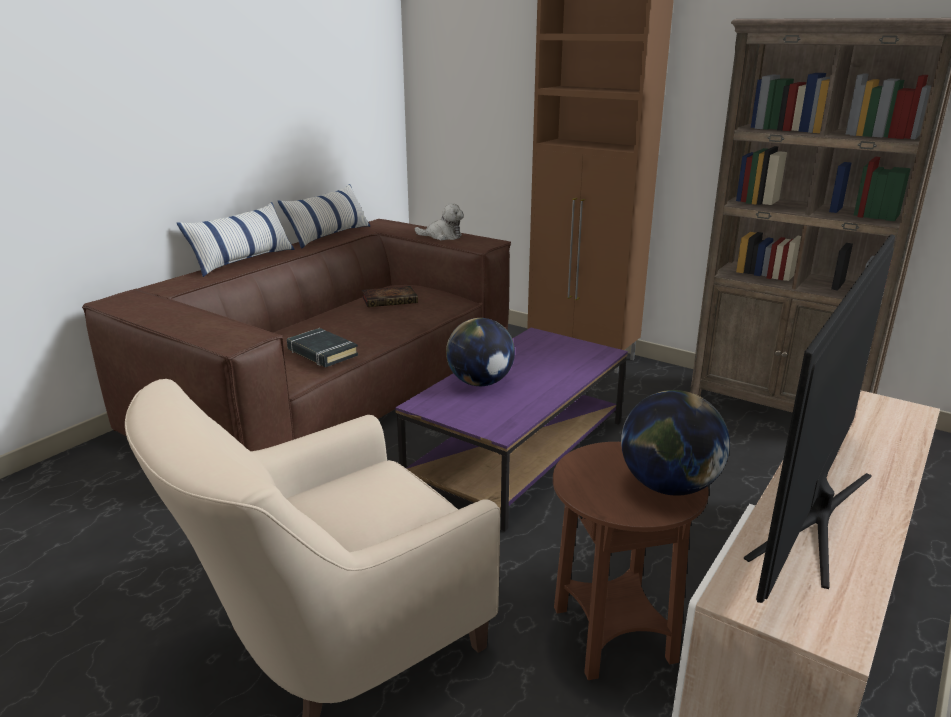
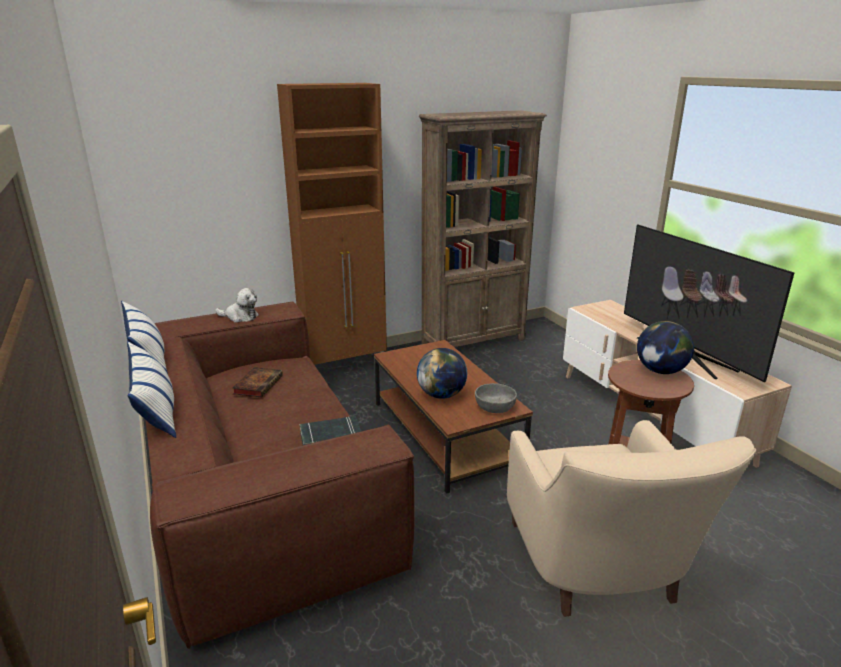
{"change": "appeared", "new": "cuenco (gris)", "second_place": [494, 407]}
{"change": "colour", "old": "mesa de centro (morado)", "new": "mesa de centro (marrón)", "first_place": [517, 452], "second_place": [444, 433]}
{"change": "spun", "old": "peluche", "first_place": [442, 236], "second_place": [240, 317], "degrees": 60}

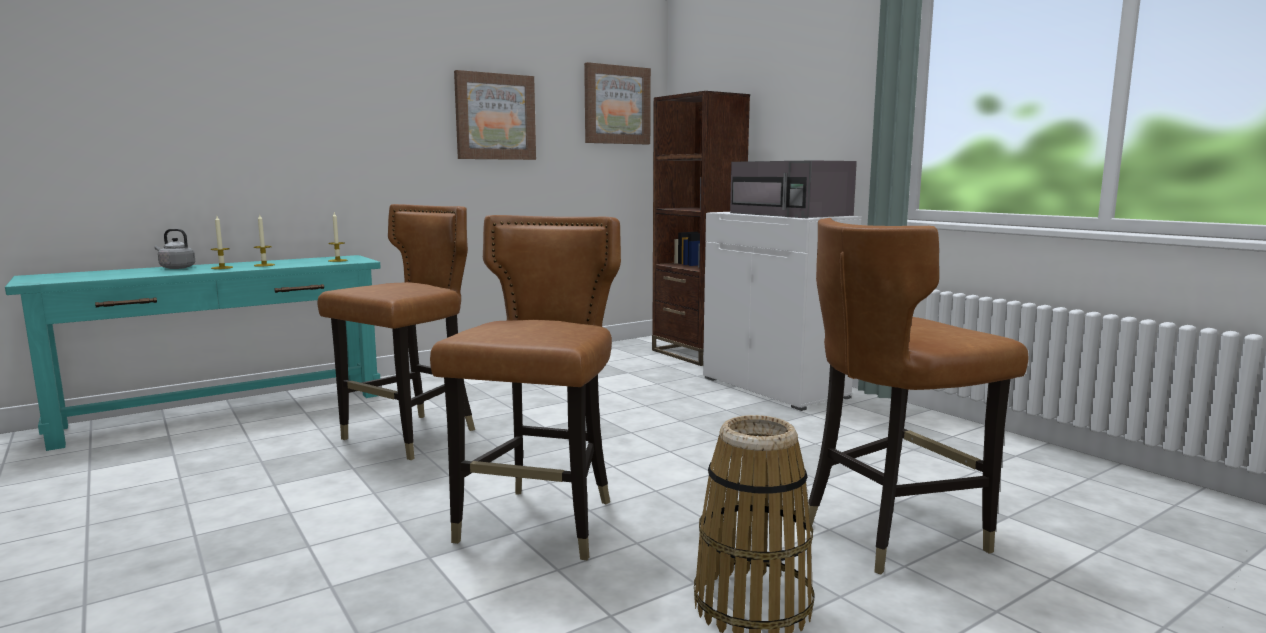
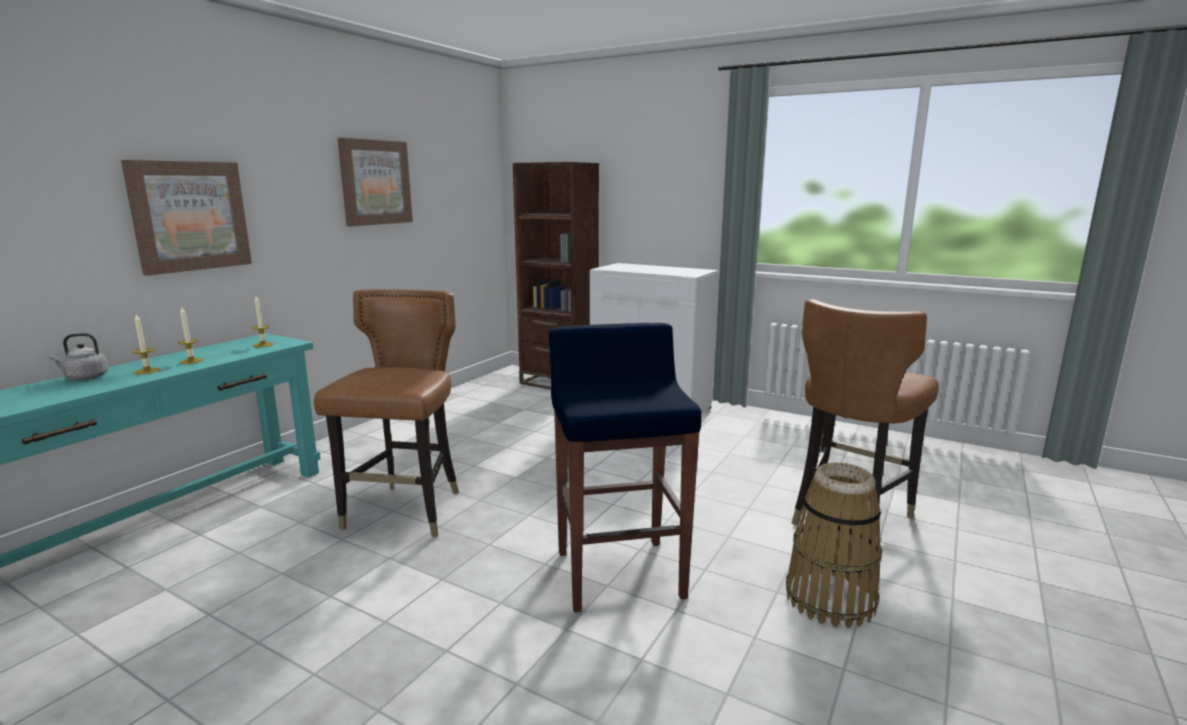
{"change": "missing", "old": "microondas (gris)", "first_place": [791, 214]}
{"change": "relocated", "old": "cuadro", "first_place": [616, 105], "second_place": [189, 216]}
{"change": "exchanged", "old": "silla (marrón)", "new": "taburete (azul)", "first_place": [541, 525], "second_place": [619, 573]}

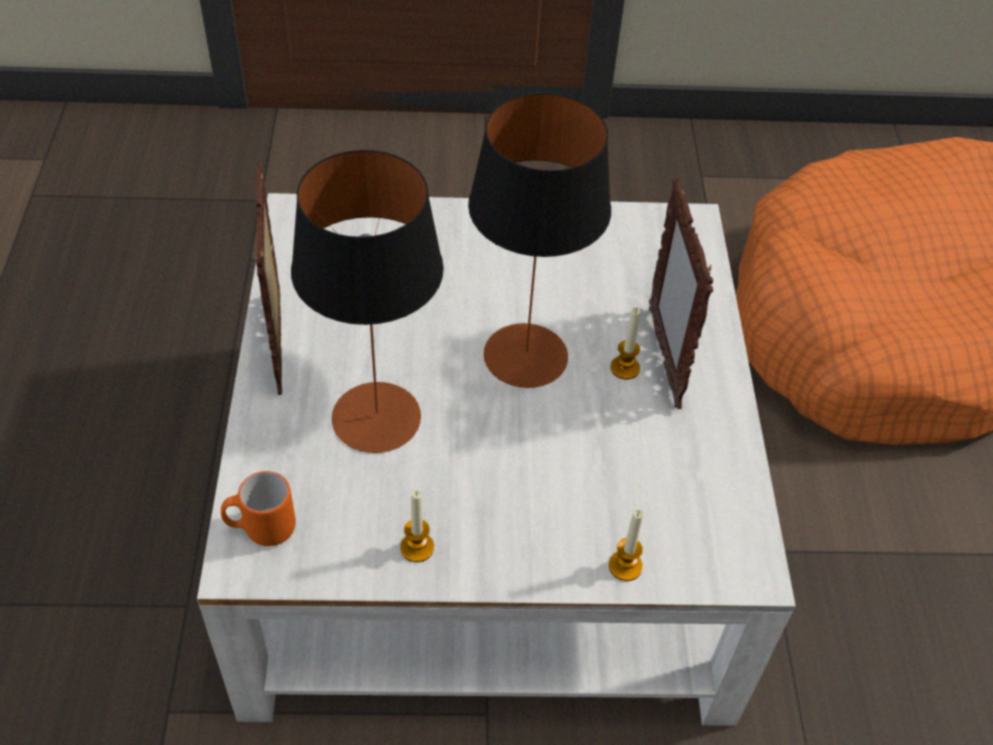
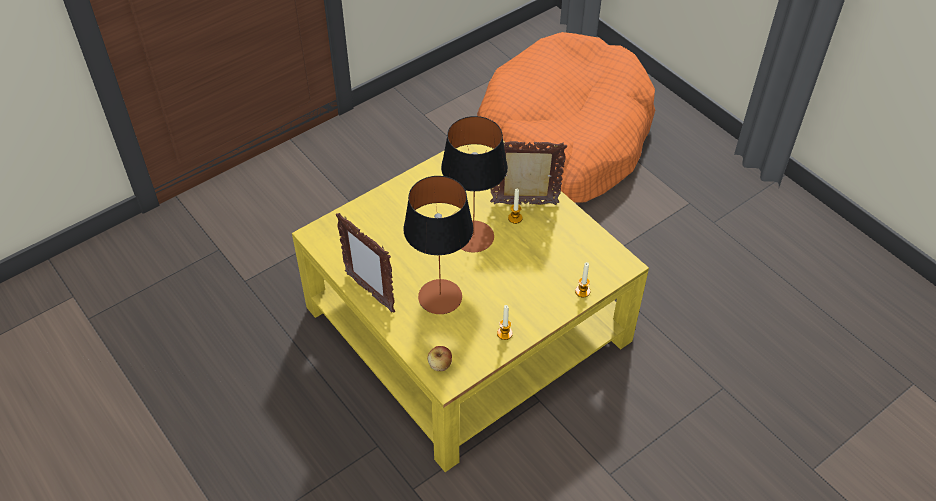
{"change": "exchanged", "old": "taza grande (naranja)", "new": "manzana", "first_place": [261, 528], "second_place": [440, 365]}
{"change": "colour", "old": "mesa de centro (blanco)", "new": "mesa de centro (amarillo)", "first_place": [487, 512], "second_place": [467, 324]}
{"change": "spun", "old": "portarretratos", "first_place": [664, 356], "second_place": [525, 204], "degrees": 135}

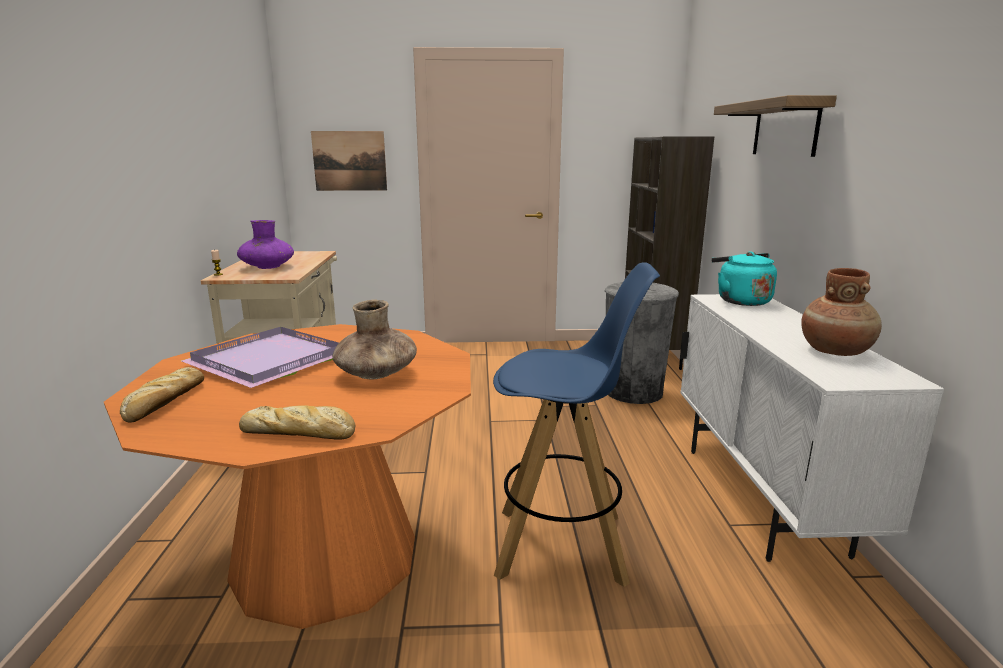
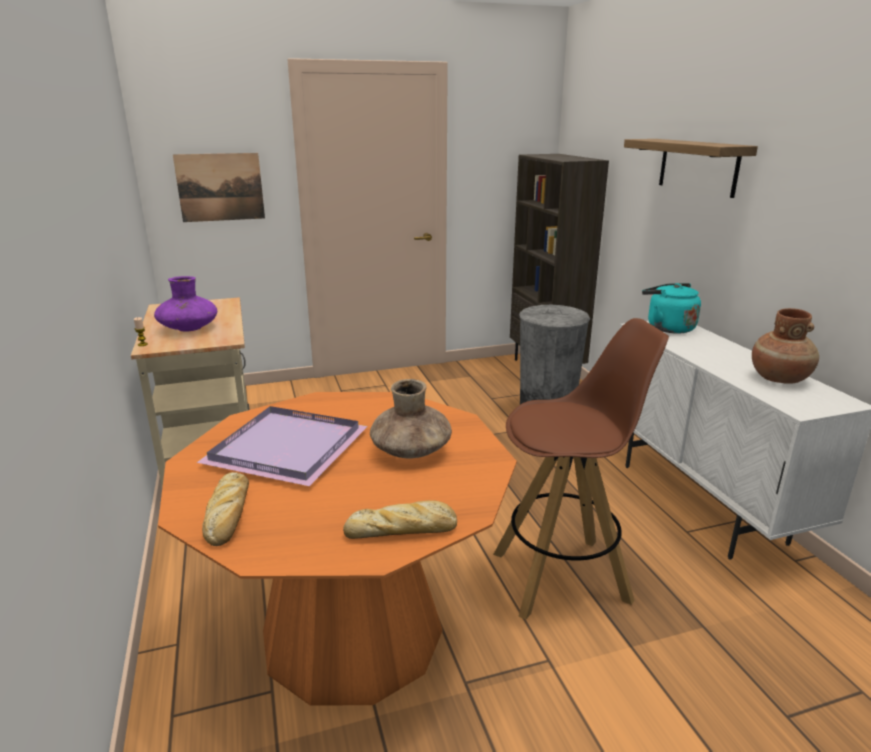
{"change": "colour", "old": "taburete (azul)", "new": "taburete (marrón)", "first_place": [563, 545], "second_place": [562, 576]}

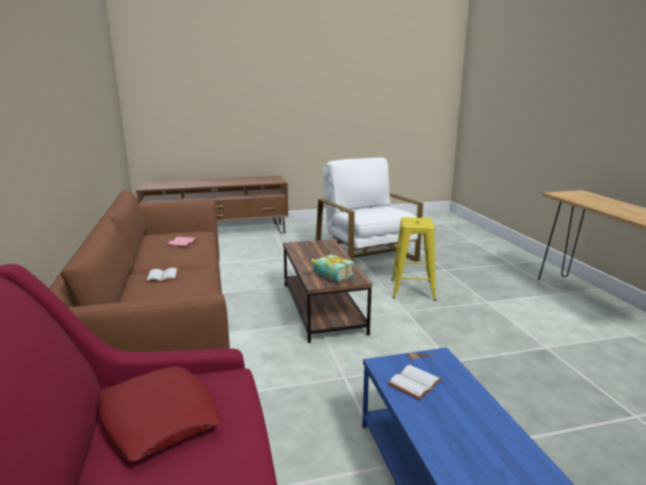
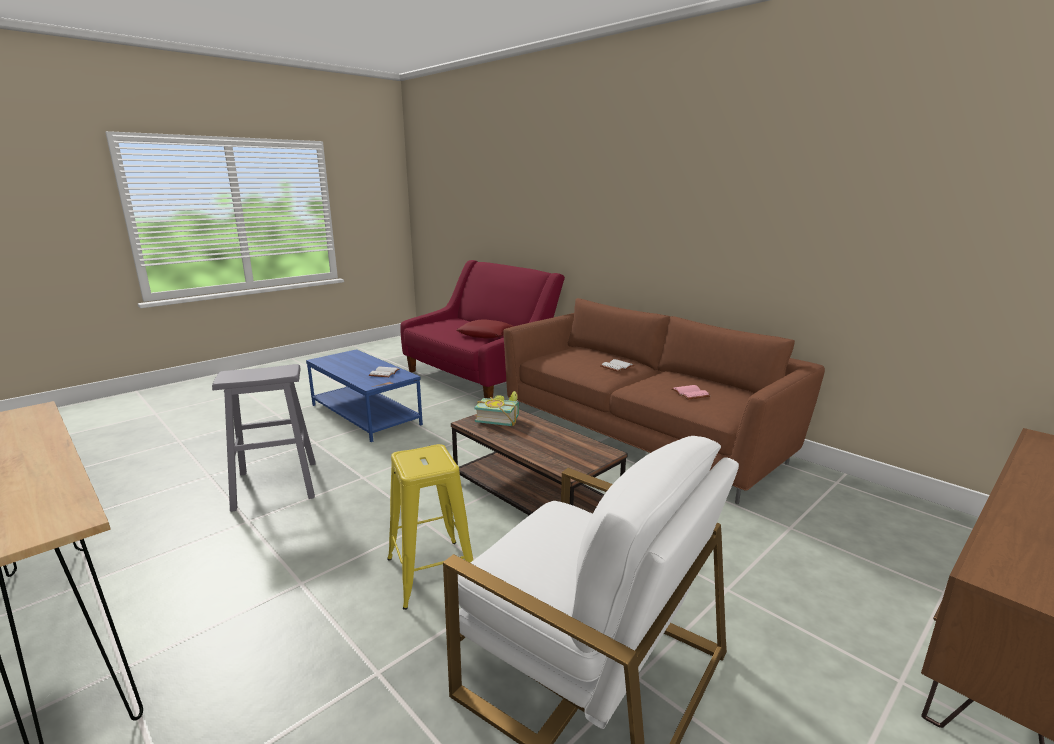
{"change": "appeared", "new": "taburete (gris)", "second_place": [276, 485]}

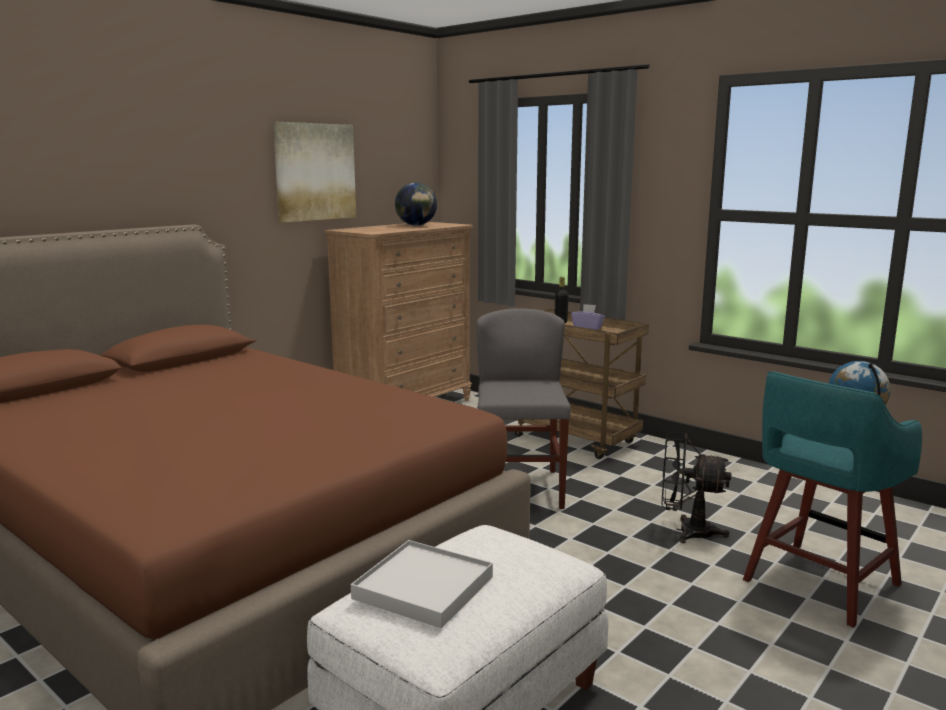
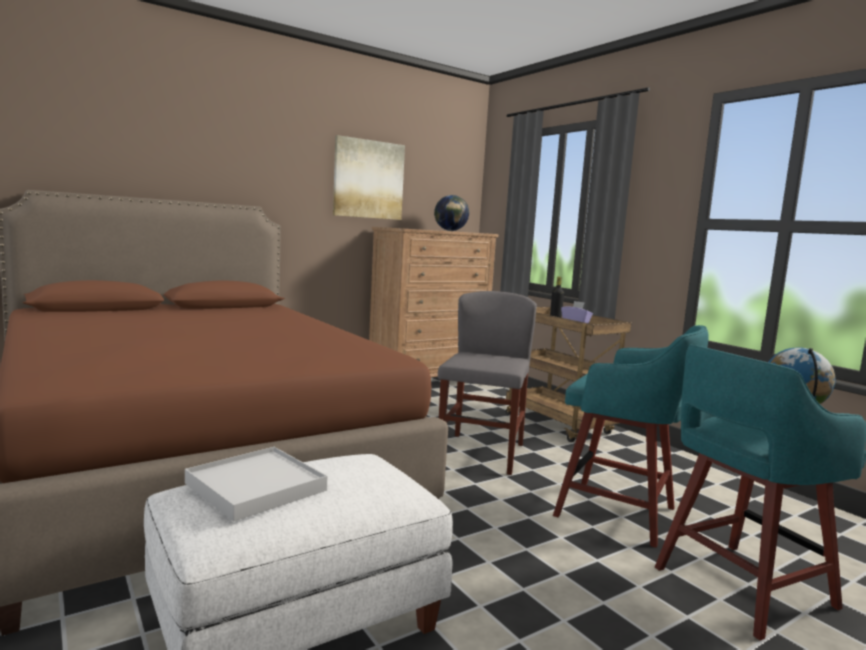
{"change": "exchanged", "old": "ventilador (negro)", "new": "taburete (turquesa)", "first_place": [686, 531], "second_place": [620, 513]}

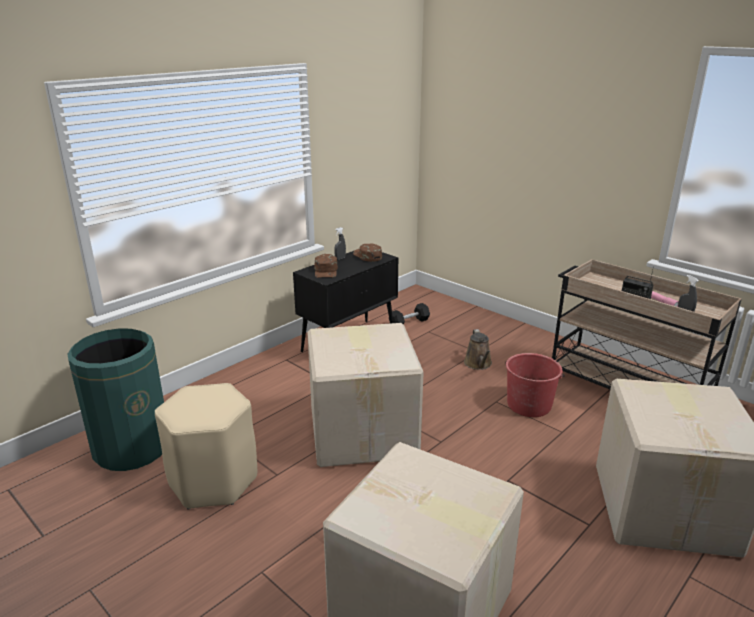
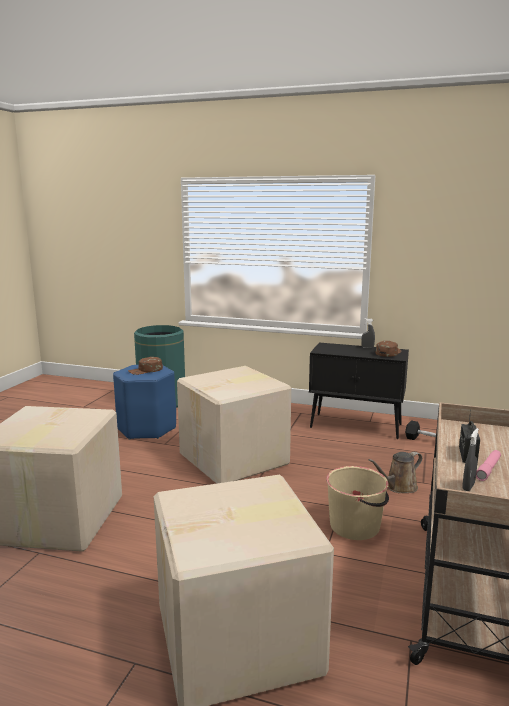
{"change": "relocated", "old": "gorra (marrón)", "first_place": [326, 271], "second_place": [145, 370]}
{"change": "colour", "old": "taburete (beis)", "new": "taburete (azul)", "first_place": [214, 481], "second_place": [147, 429]}
{"change": "colour", "old": "cubo (rojo)", "new": "cubo (beis)", "first_place": [529, 404], "second_place": [355, 526]}

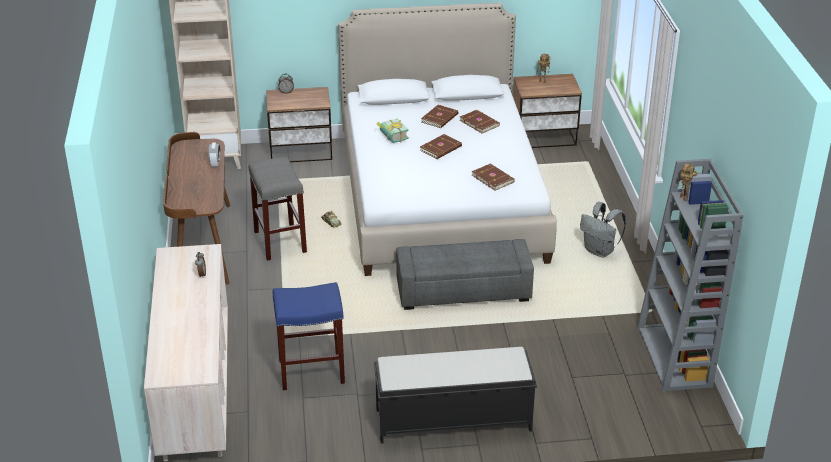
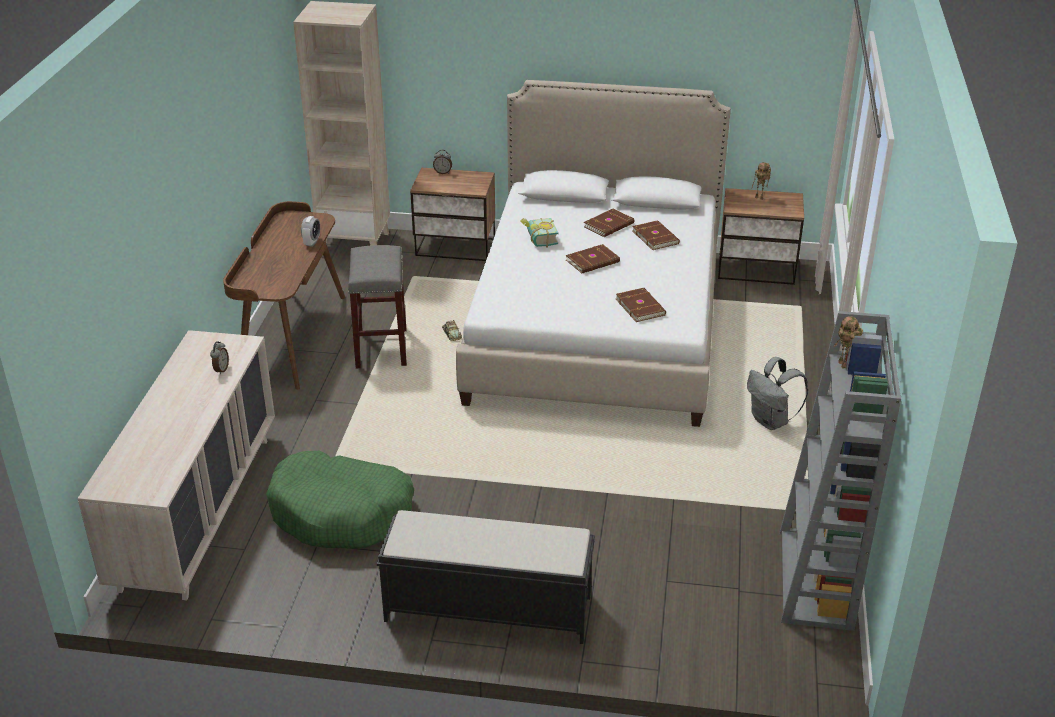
{"change": "missing", "old": "puf (gris)", "first_place": [463, 291]}
{"change": "exchanged", "old": "taburete (azul)", "new": "cama para perro (verde)", "first_place": [310, 372], "second_place": [342, 513]}

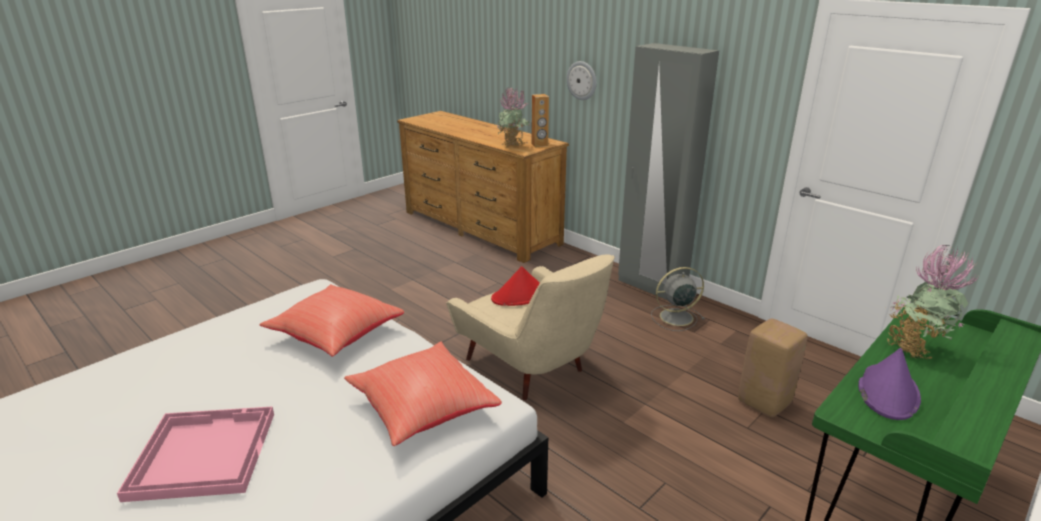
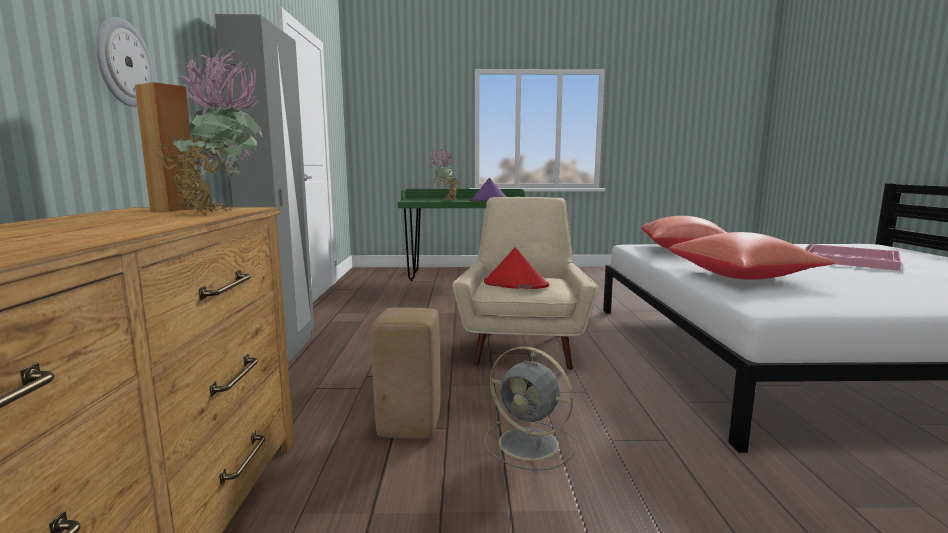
{"change": "relocated", "old": "ventilador (gris)", "first_place": [675, 317], "second_place": [531, 444]}
{"change": "relocated", "old": "taburete (beis)", "first_place": [763, 402], "second_place": [408, 427]}

